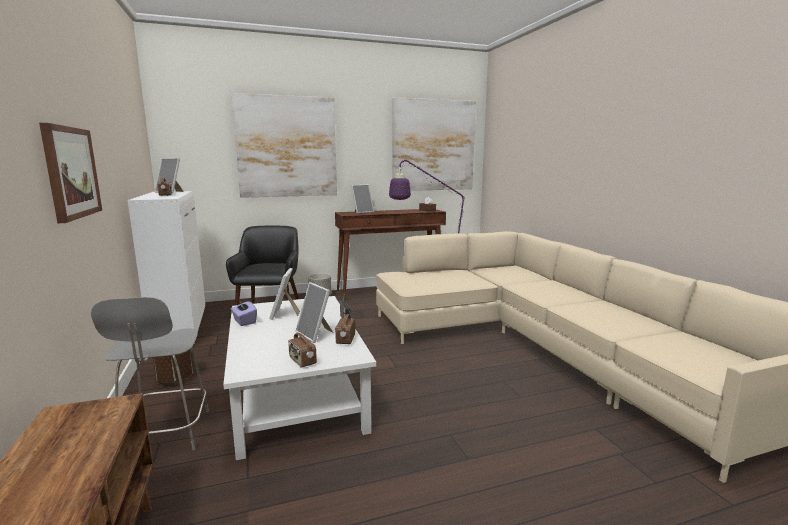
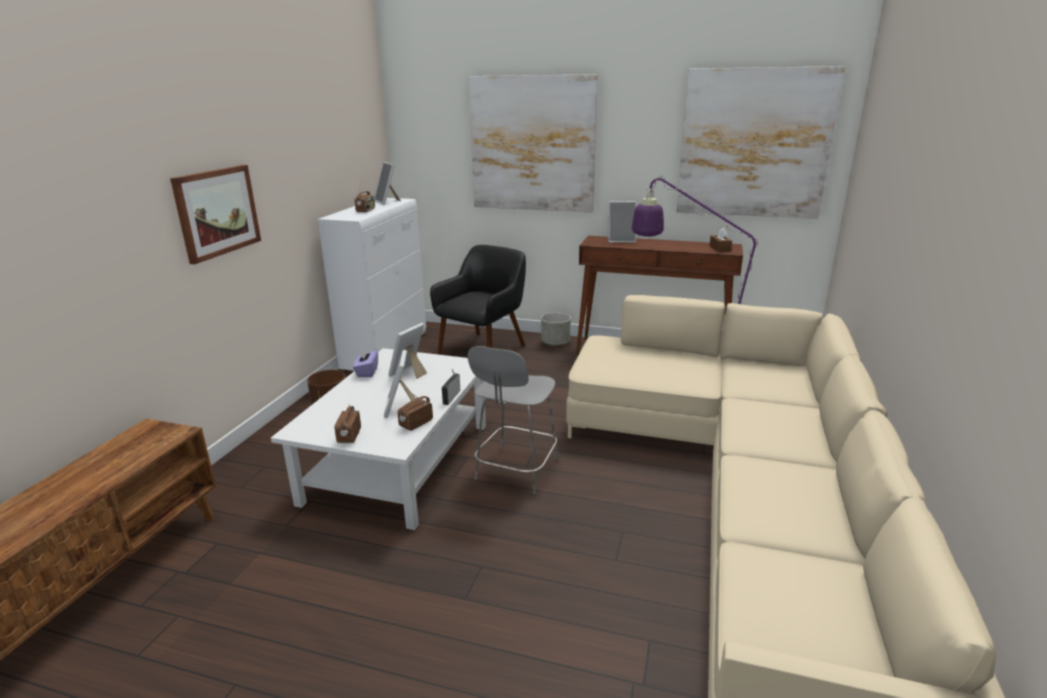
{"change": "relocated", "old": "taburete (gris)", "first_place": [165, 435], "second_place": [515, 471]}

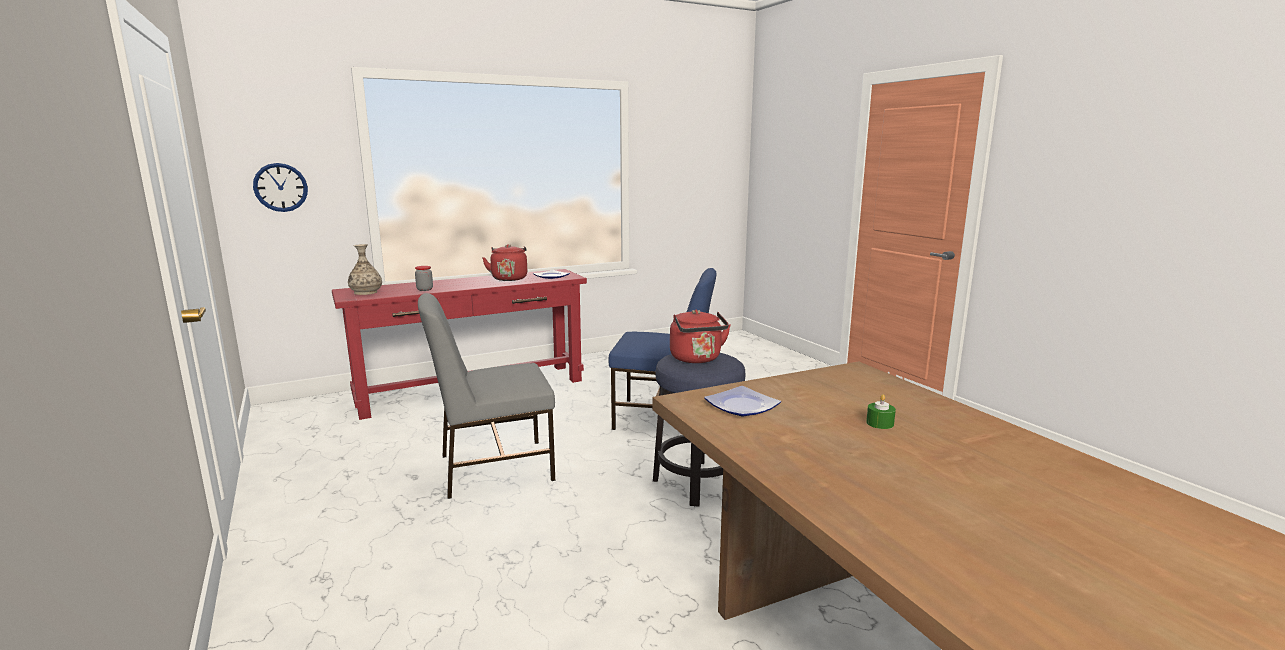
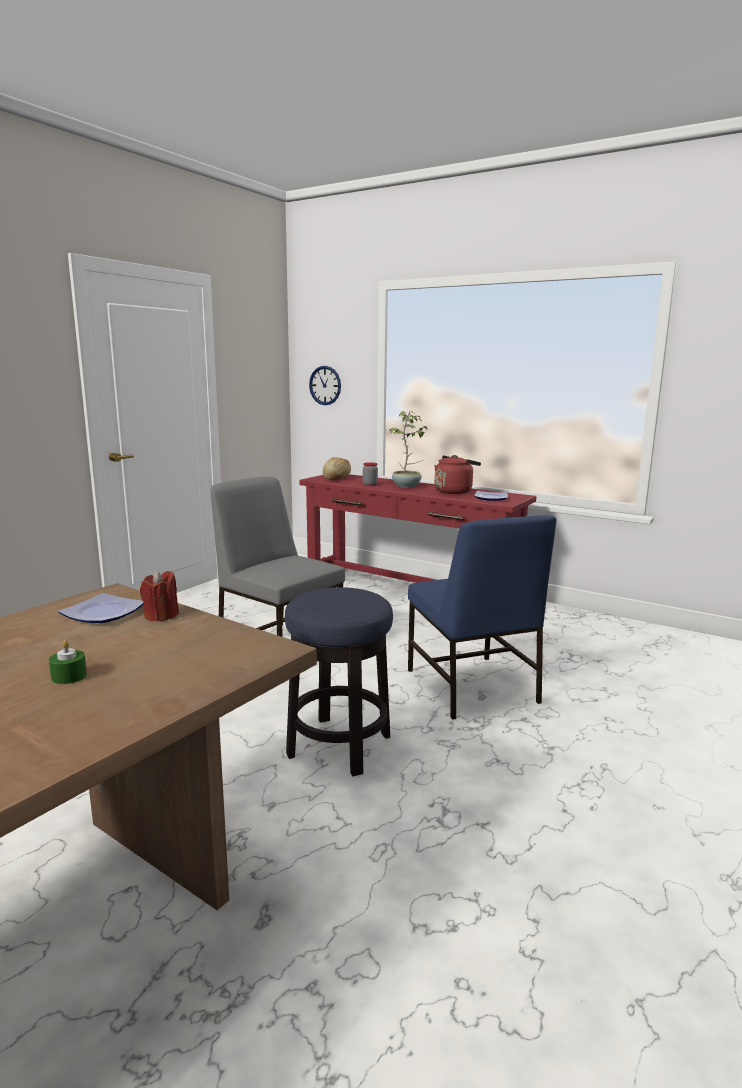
{"change": "missing", "old": "hervidor (rojo)", "first_place": [697, 359]}
{"change": "appeared", "new": "vela (rojo)", "second_place": [161, 615]}
{"change": "appeared", "new": "planta en maceta", "second_place": [407, 486]}
{"change": "exchanged", "old": "florero", "new": "pan", "first_place": [366, 292], "second_place": [336, 478]}

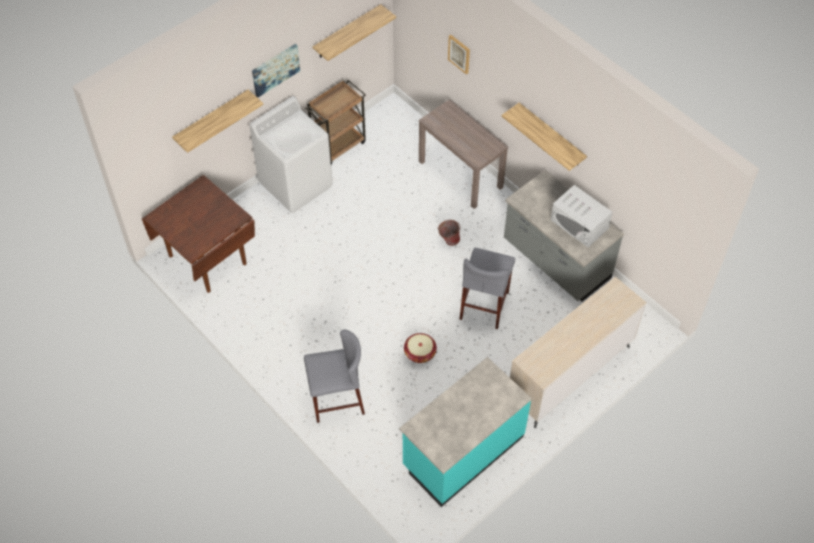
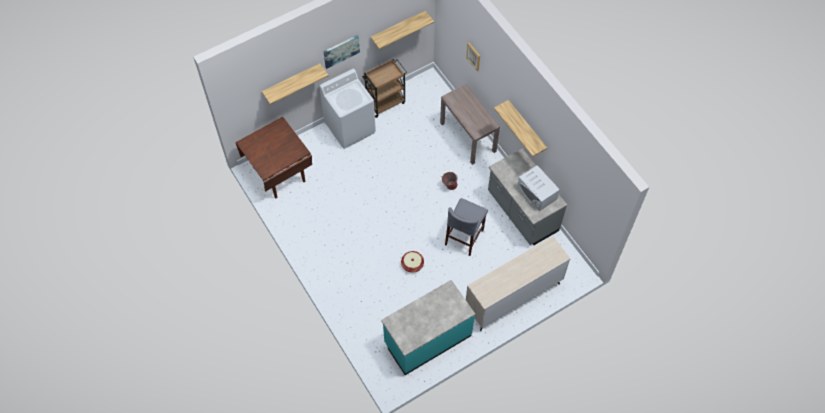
{"change": "missing", "old": "taburete (gris)", "first_place": [337, 400]}

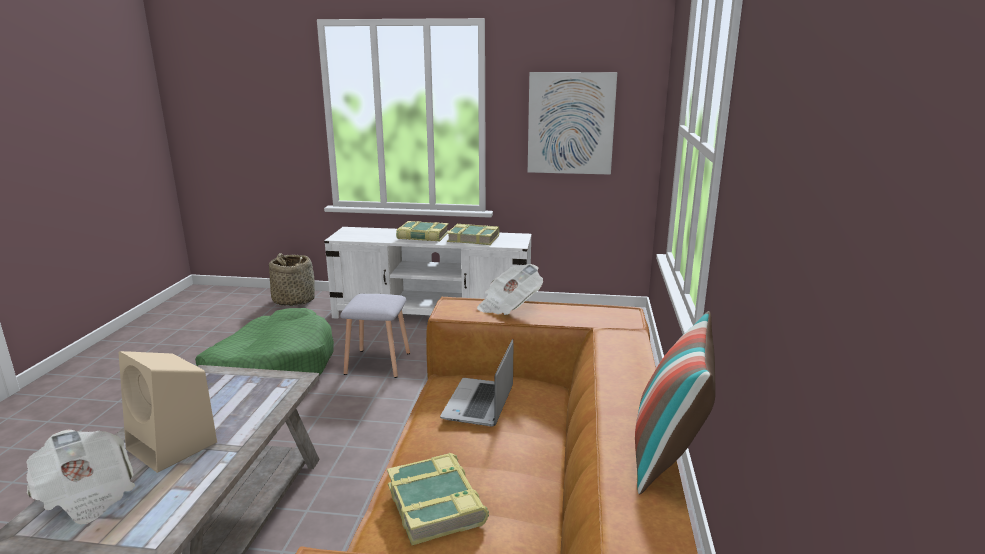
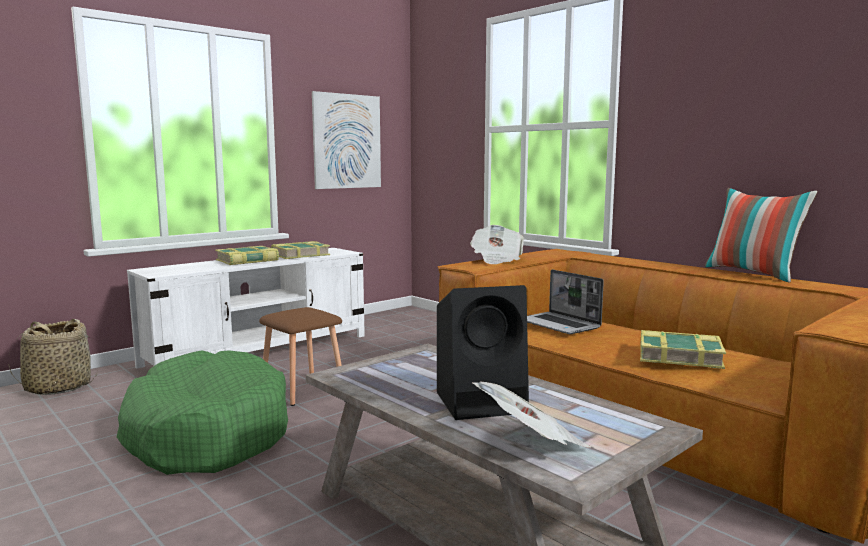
{"change": "colour", "old": "altavoz (beis)", "new": "altavoz (negro)", "first_place": [174, 446], "second_place": [483, 402]}
{"change": "colour", "old": "taburete (gris)", "new": "taburete (marrón)", "first_place": [379, 363], "second_place": [303, 389]}

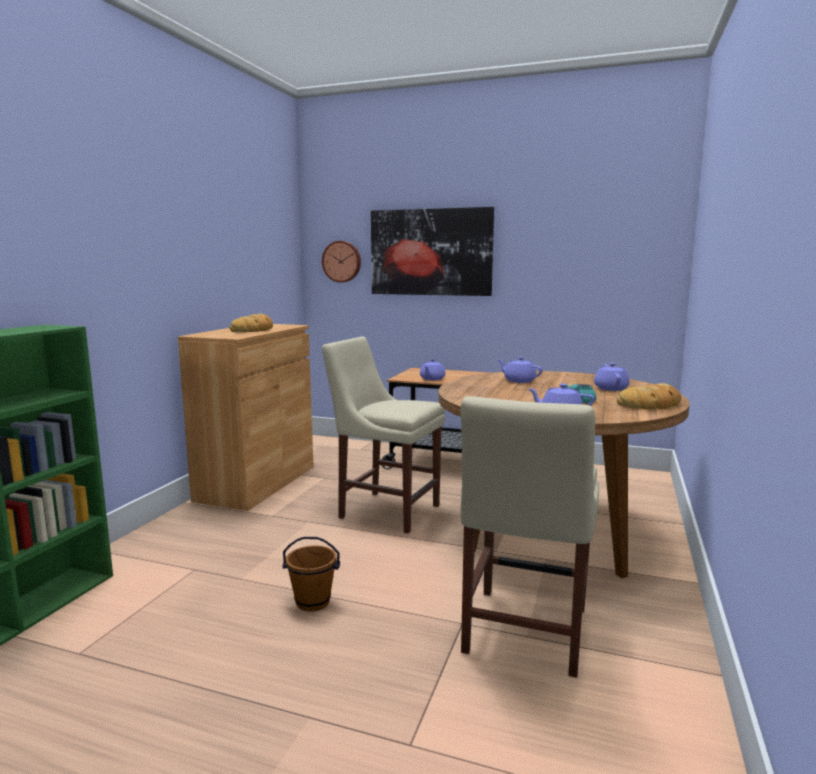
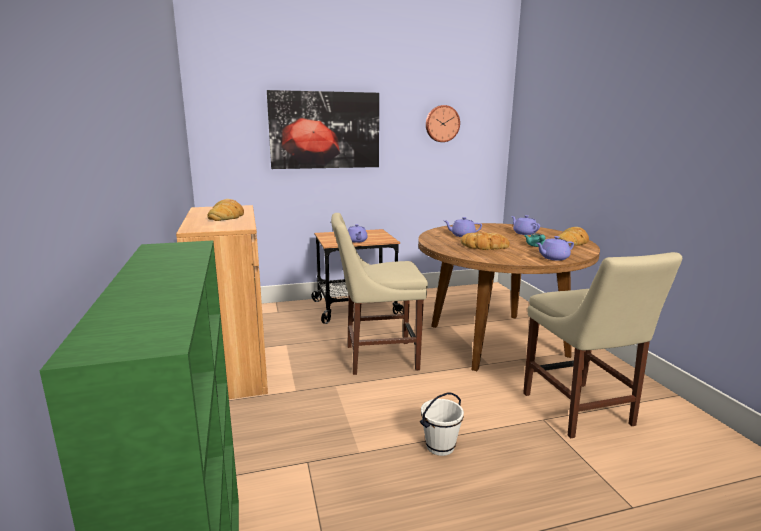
{"change": "appeared", "new": "pan", "second_place": [484, 246]}
{"change": "relocated", "old": "reloj de pared", "first_place": [342, 261], "second_place": [442, 123]}
{"change": "colour", "old": "cubo (marrón)", "new": "cubo (blanco)", "first_place": [313, 602], "second_place": [440, 446]}

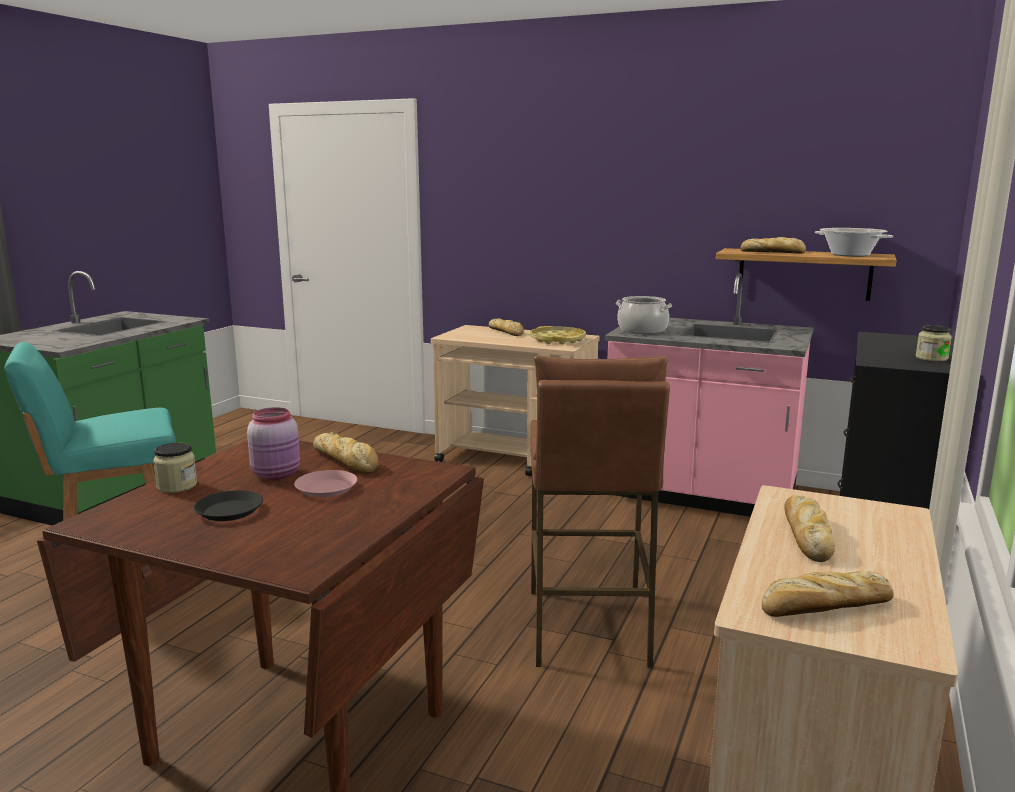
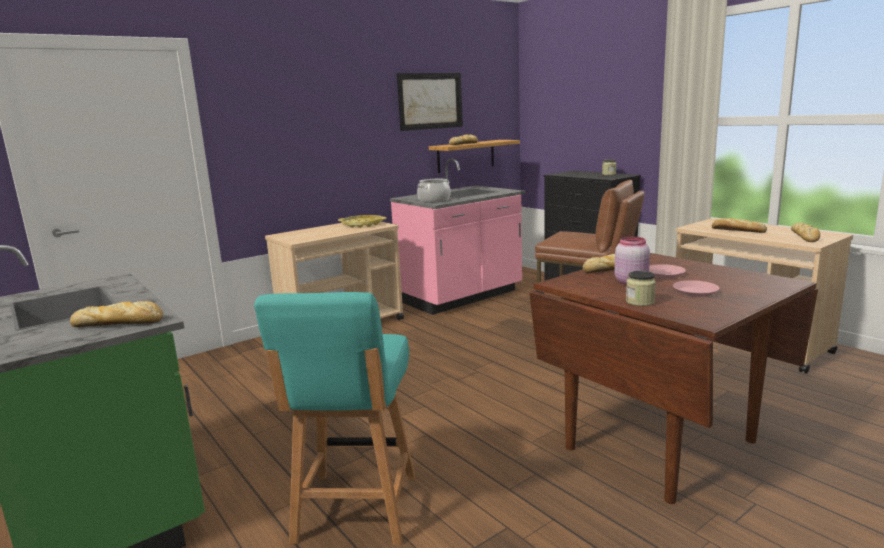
{"change": "missing", "old": "olla", "first_place": [850, 255]}
{"change": "appeared", "new": "cuadro", "second_place": [430, 101]}
{"change": "relocated", "old": "pan", "first_place": [506, 332], "second_place": [120, 323]}
{"change": "colour", "old": "plato (negro)", "new": "plato (rosa)", "first_place": [229, 511], "second_place": [695, 292]}

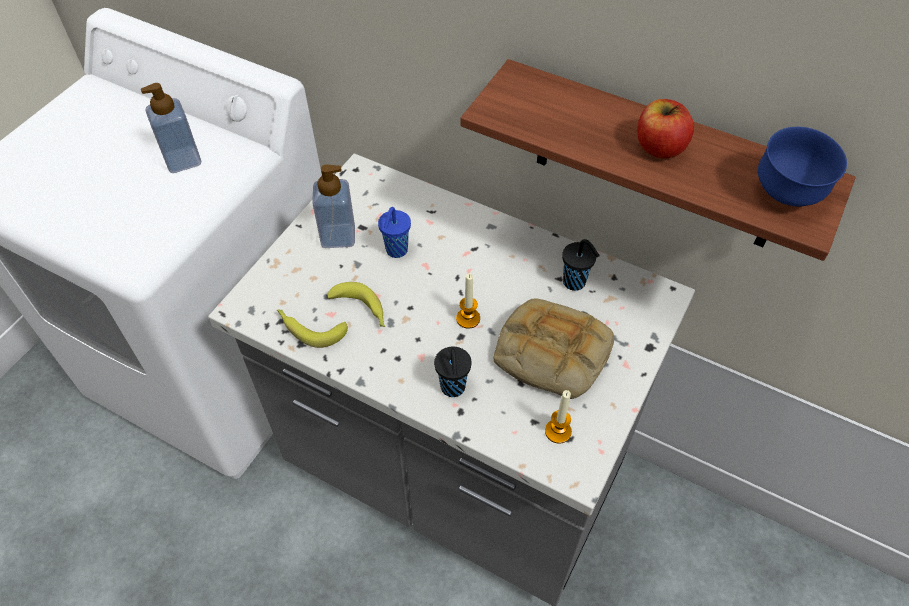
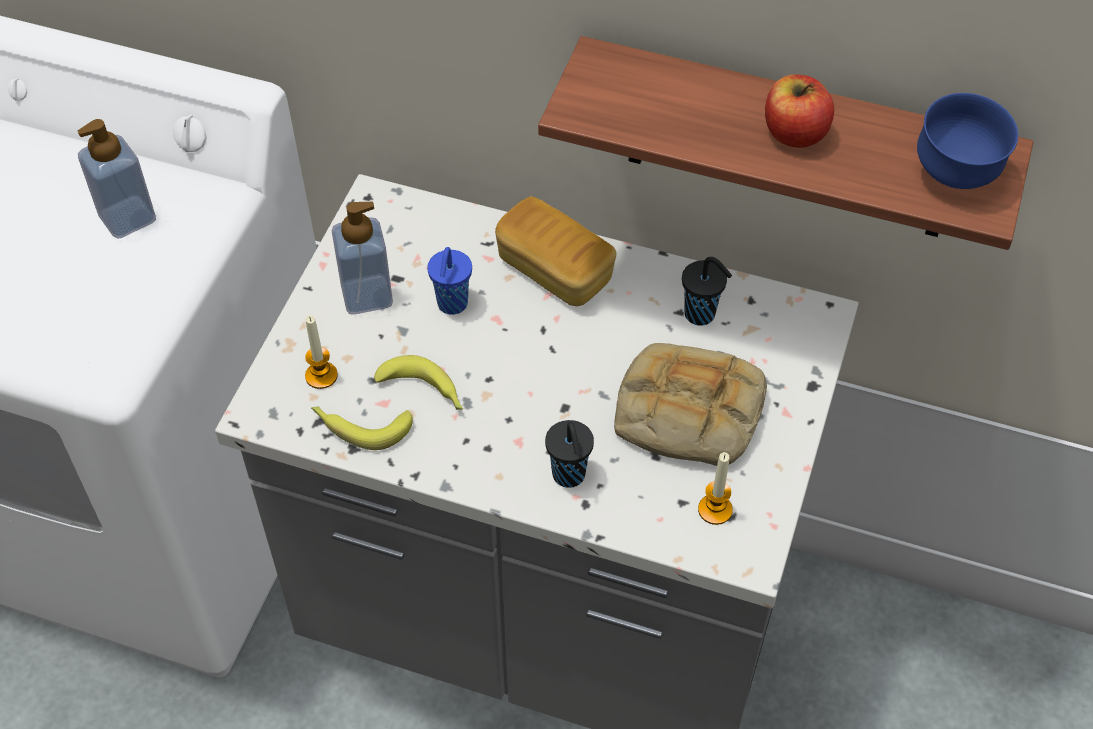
{"change": "appeared", "new": "pan", "second_place": [554, 270]}
{"change": "relocated", "old": "vela", "first_place": [468, 318], "second_place": [321, 376]}

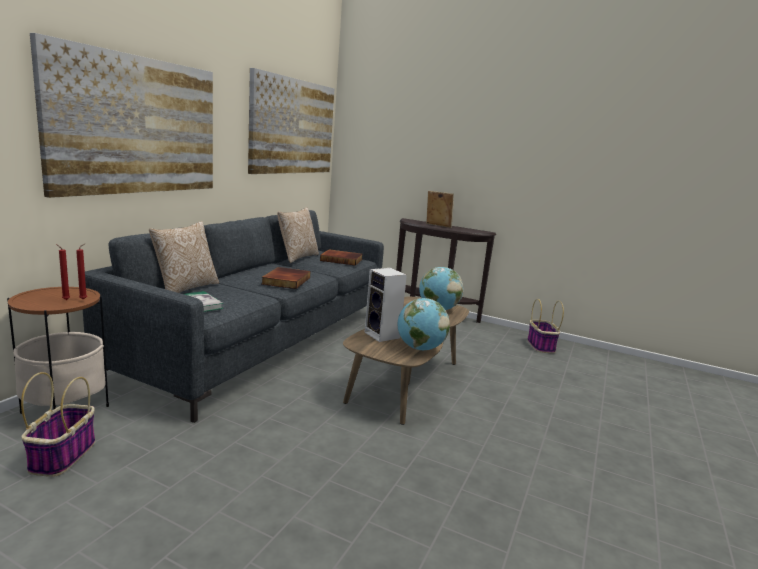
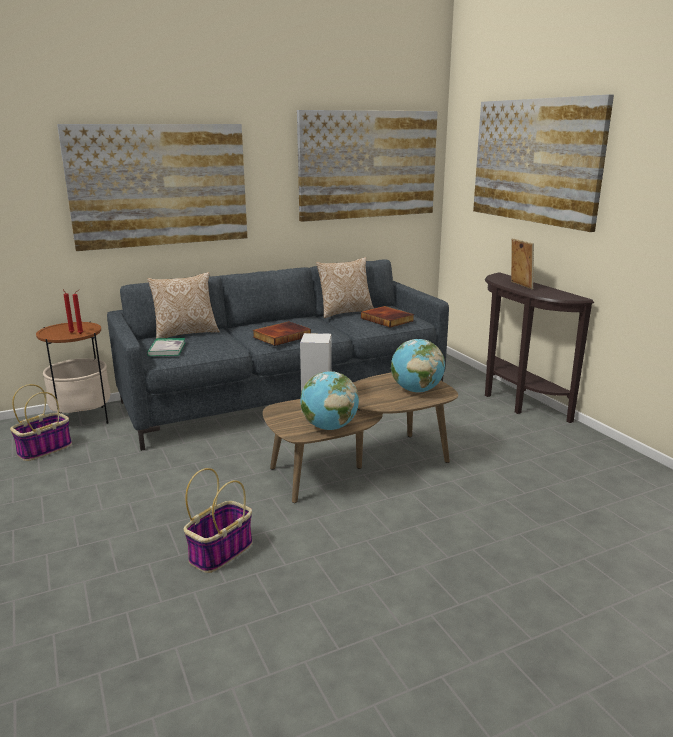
{"change": "appeared", "new": "cuadro", "second_place": [535, 161]}
{"change": "relocated", "old": "cesta", "first_place": [540, 346], "second_place": [221, 551]}

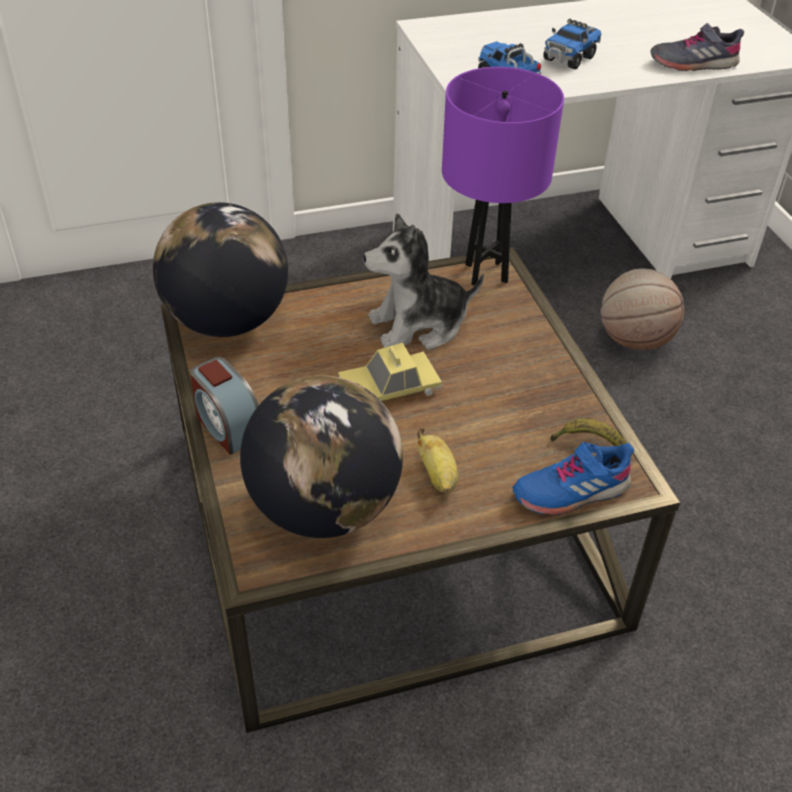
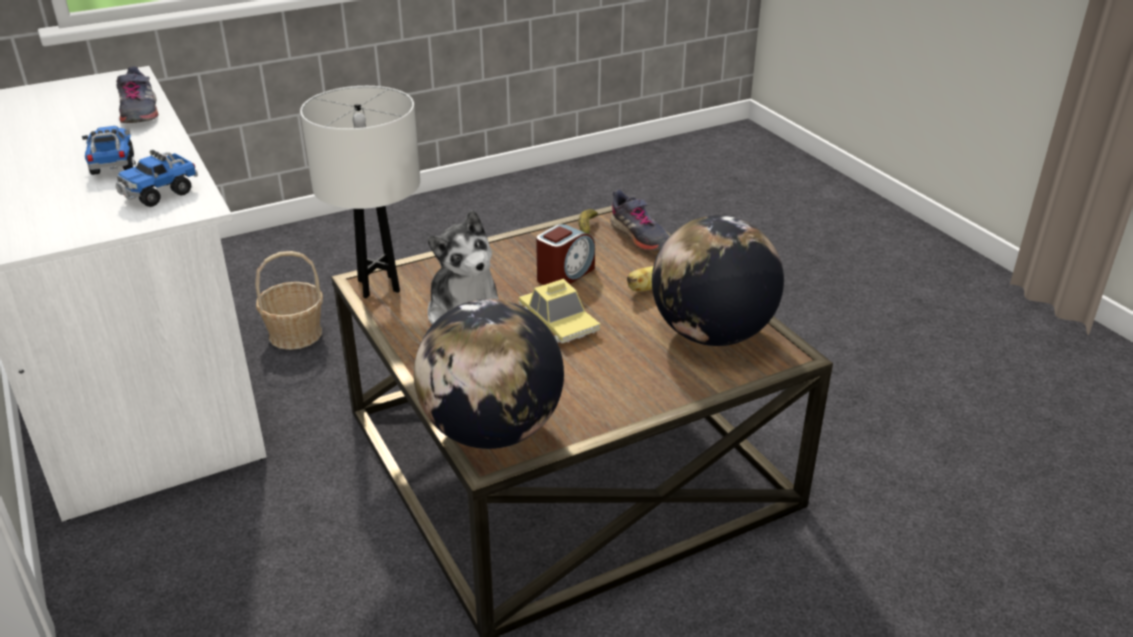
{"change": "relocated", "old": "despertador", "first_place": [227, 426], "second_place": [565, 275]}
{"change": "exchanged", "old": "balón de baloncesto", "new": "cesta", "first_place": [634, 340], "second_place": [295, 334]}
{"change": "colour", "old": "lámpara de mesa (morado)", "new": "lámpara de mesa (blanco)", "first_place": [485, 273], "second_place": [379, 286]}
{"change": "colour", "old": "zapato (azul)", "new": "zapato (gris)", "first_place": [570, 491], "second_place": [639, 236]}
{"change": "spun", "old": "camión de juguete", "first_place": [569, 58], "second_place": [113, 165], "degrees": -135}

